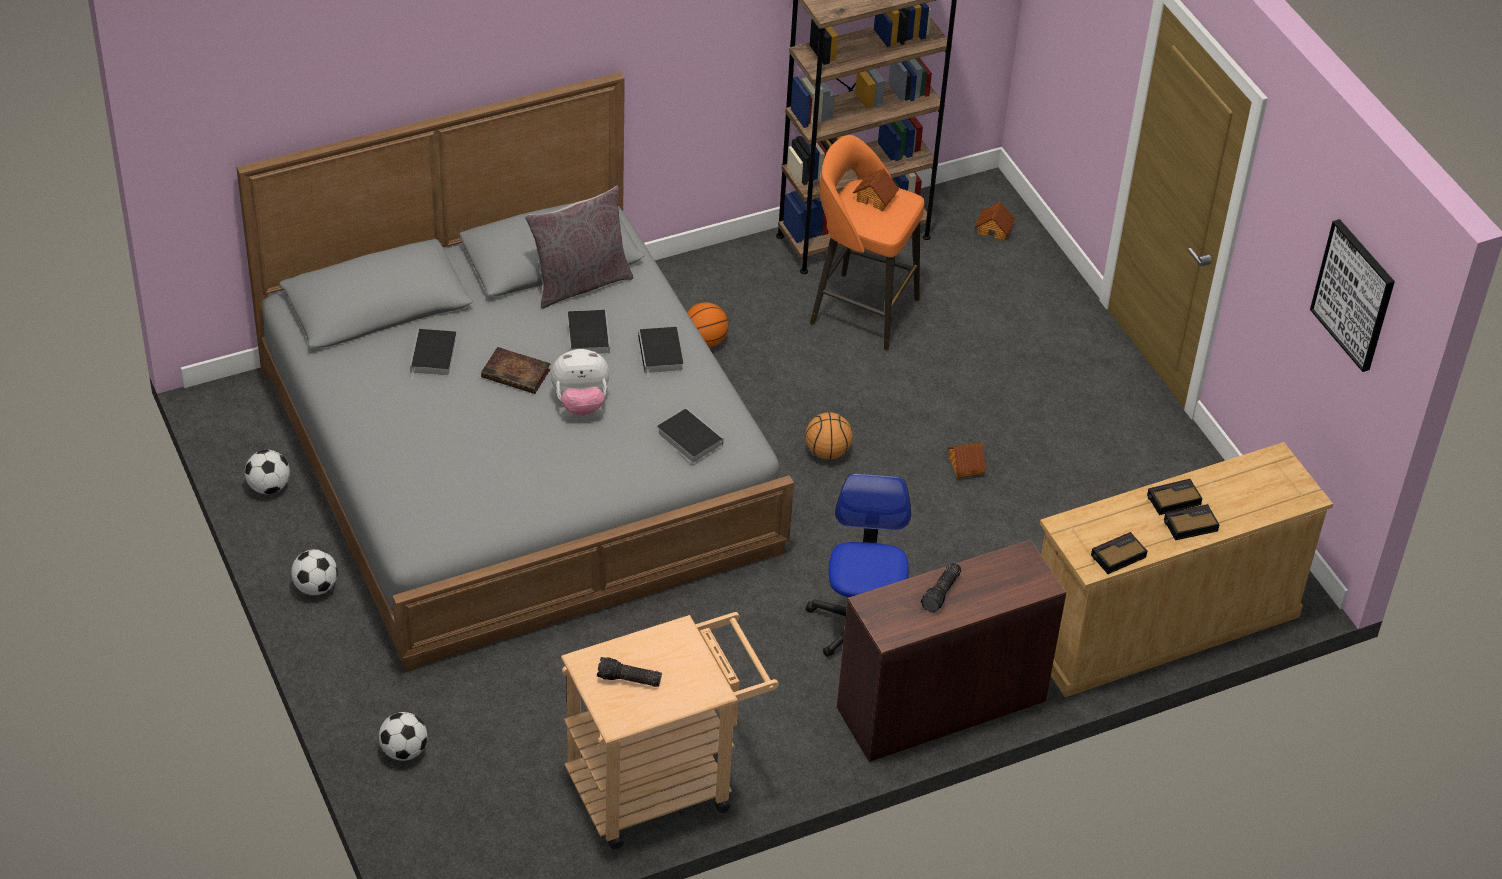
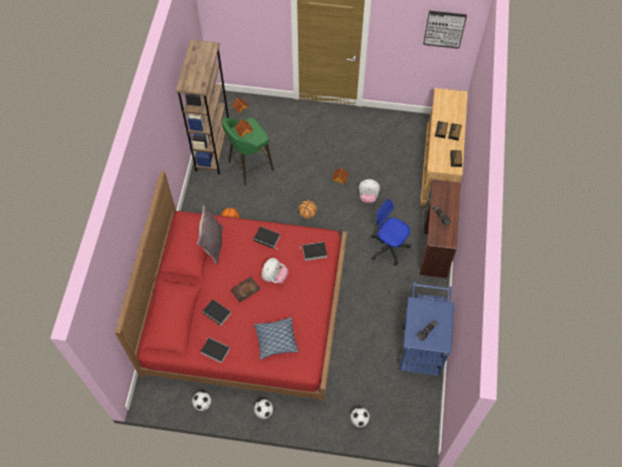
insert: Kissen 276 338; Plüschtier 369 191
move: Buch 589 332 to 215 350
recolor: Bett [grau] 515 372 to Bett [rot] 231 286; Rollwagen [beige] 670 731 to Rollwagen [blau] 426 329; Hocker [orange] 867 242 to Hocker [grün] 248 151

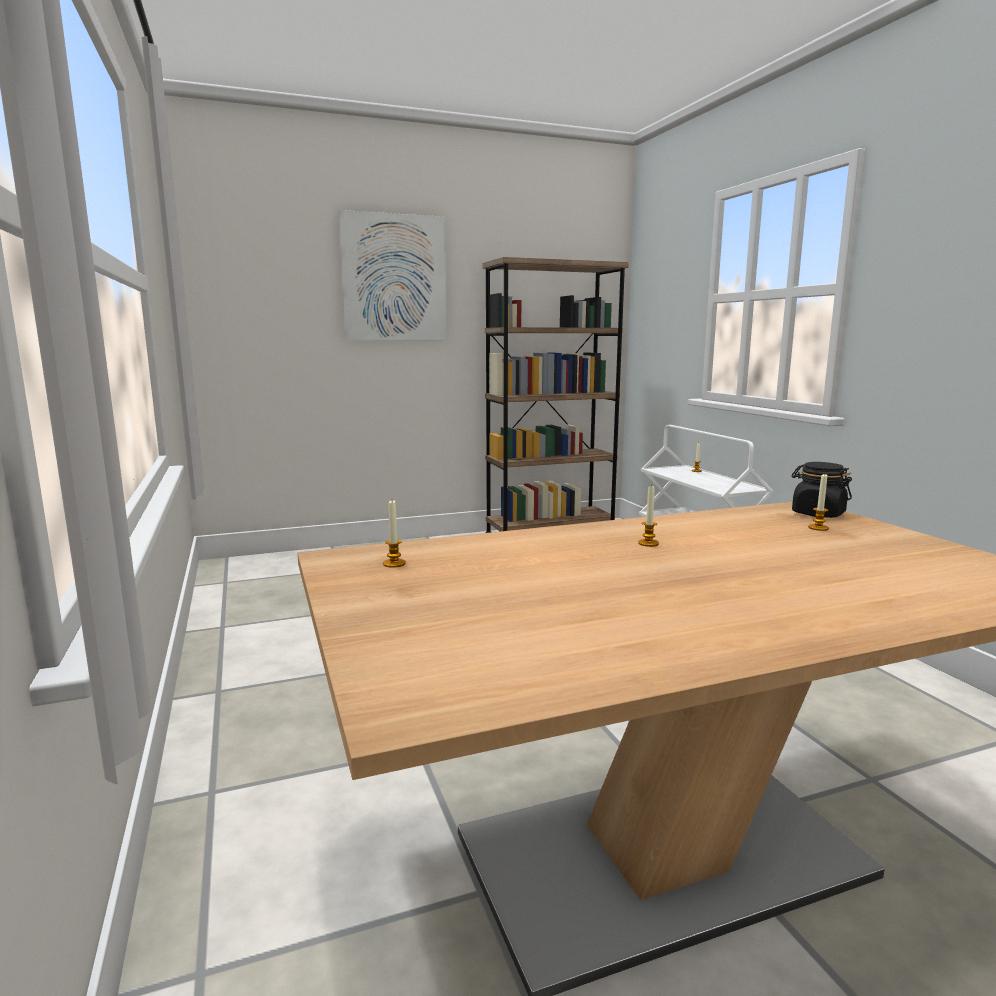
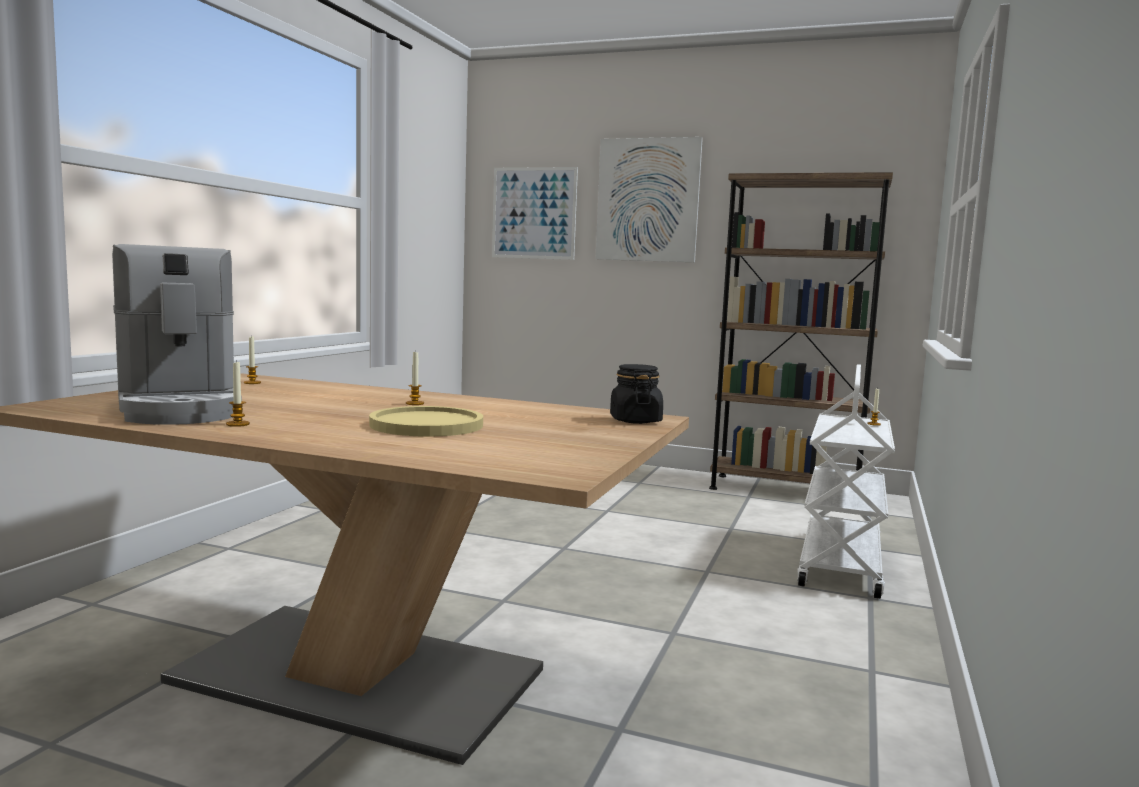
insert: Kaffeemaschine 177 334; Teller [gelb] 426 421; Bild 535 213
move: Kerze 818 502 to 238 393

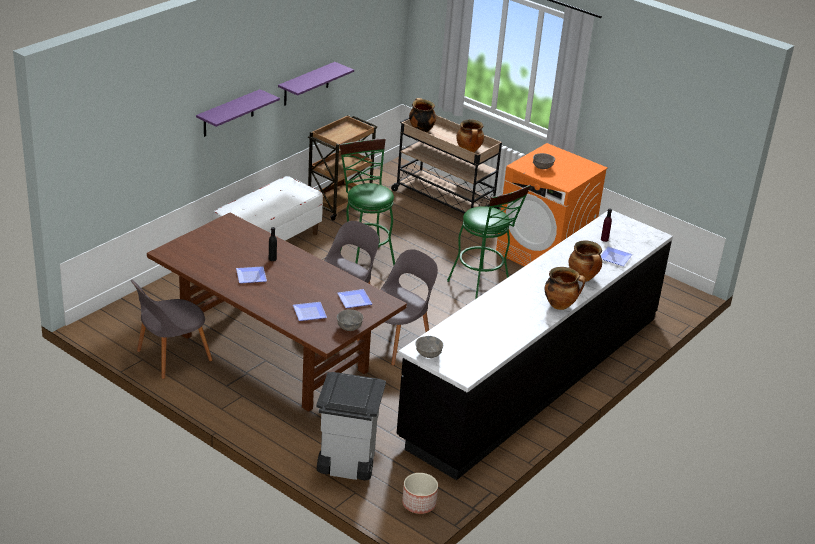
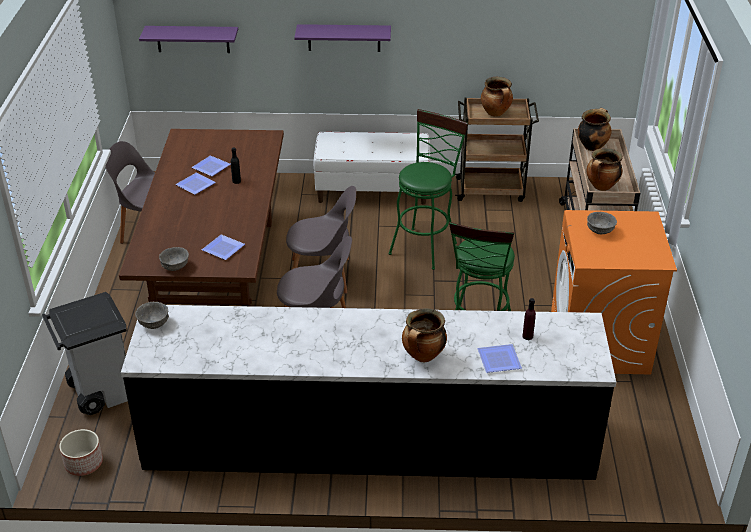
move: Wandregal [lila] 316 84 to 188 39; Teller 310 311 to 211 165; Kochtopf 565 288 to 497 97

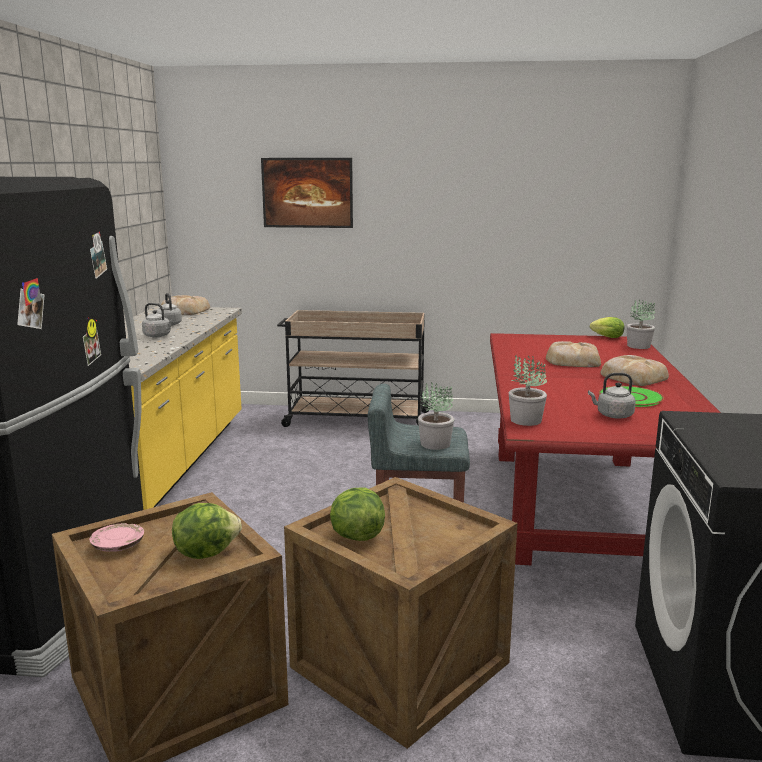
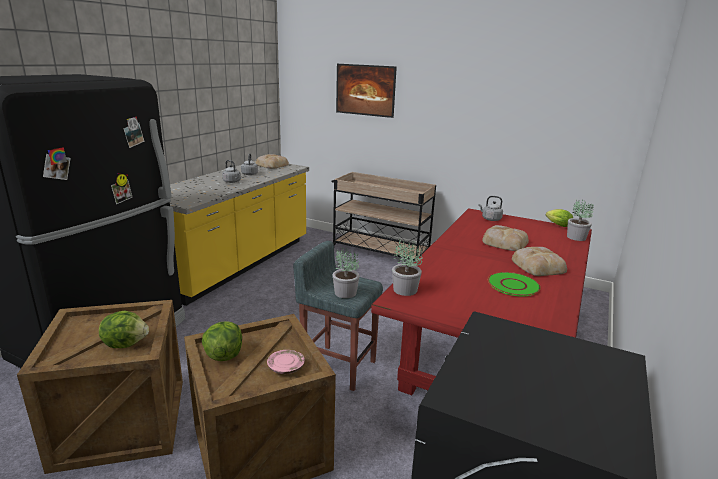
move: Teller [rosa] 116 537 to 286 362; Wasserkessel [grau] 612 395 to 491 208

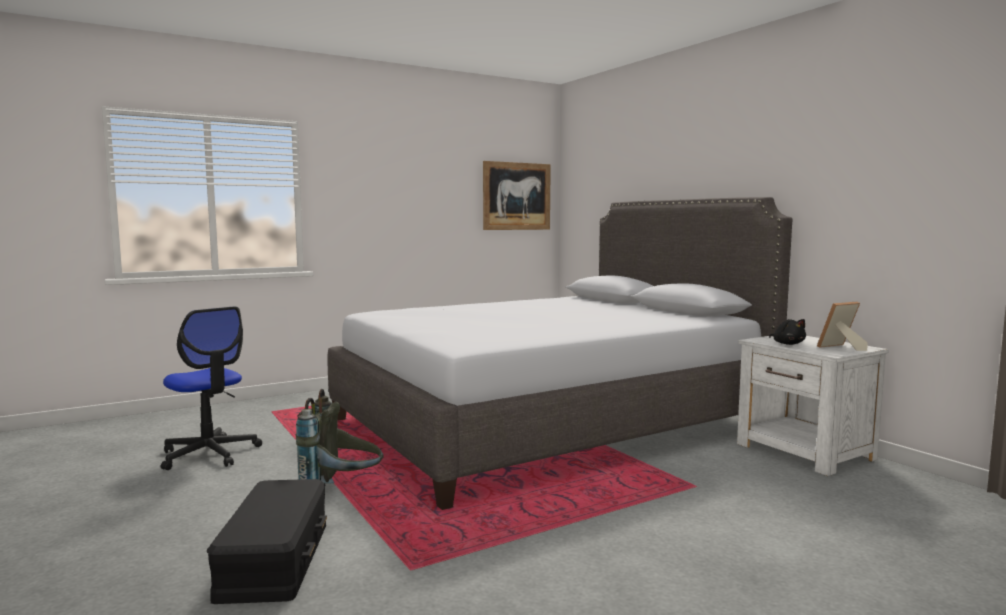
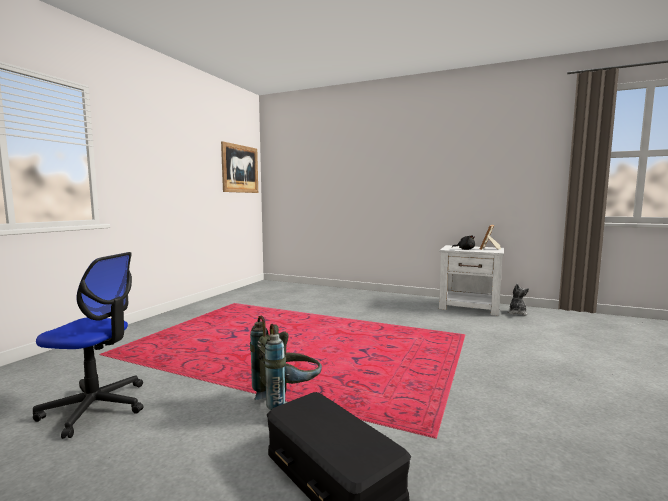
delete: Bett [grau] 560 353
insert: Plüschtier 518 300

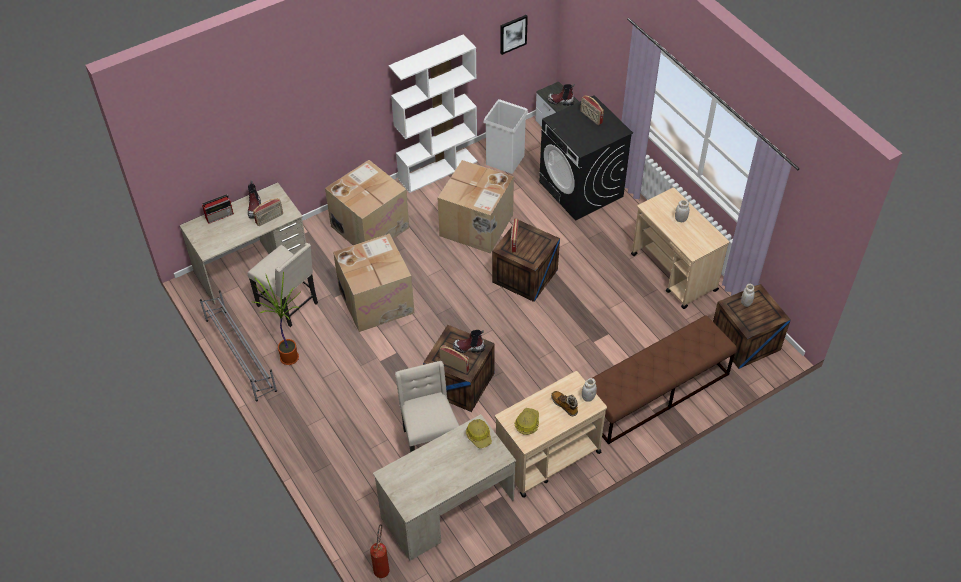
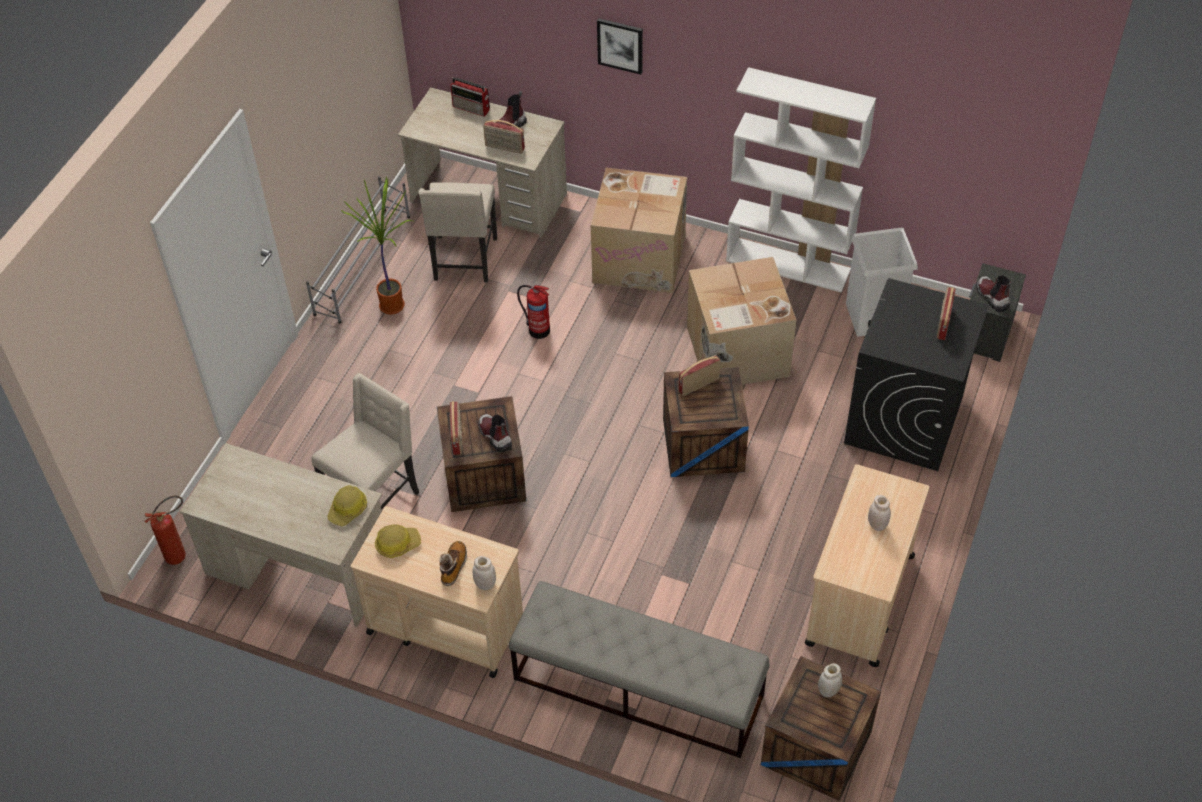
move: Bild 514 35 to 620 46
replace: Karton 373 283 to Feuerlöscher 533 312
recolor: Bank [braun] 665 380 to Bank [grau] 639 669

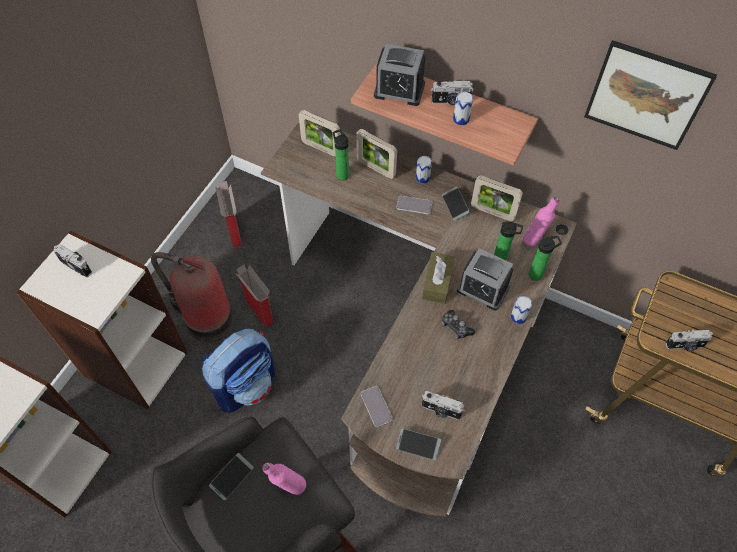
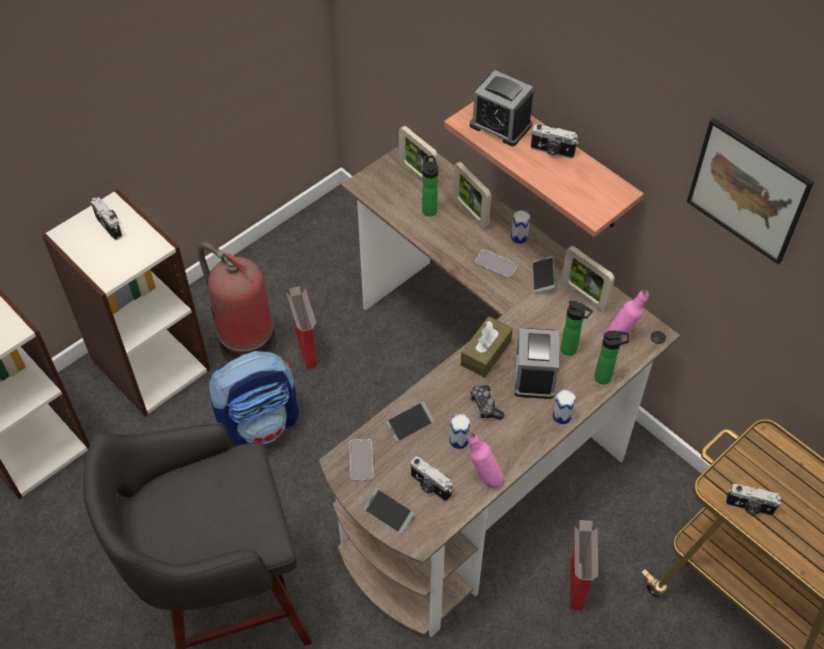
move: Handy 231 476 to 410 422; Karton 228 214 to 584 565; Flasche [rosa] 284 479 to 485 460; Dose 463 108 to 459 431
rotate: Wecker 485 279 = 537 363 45 degrees clockwise

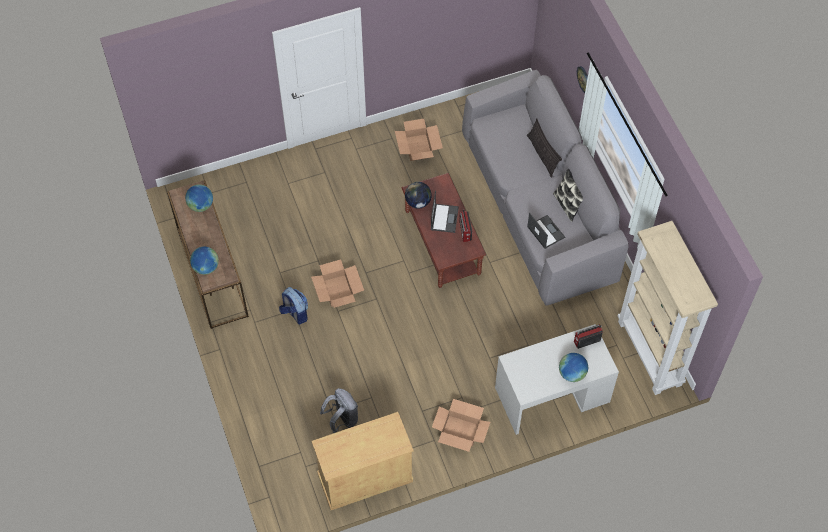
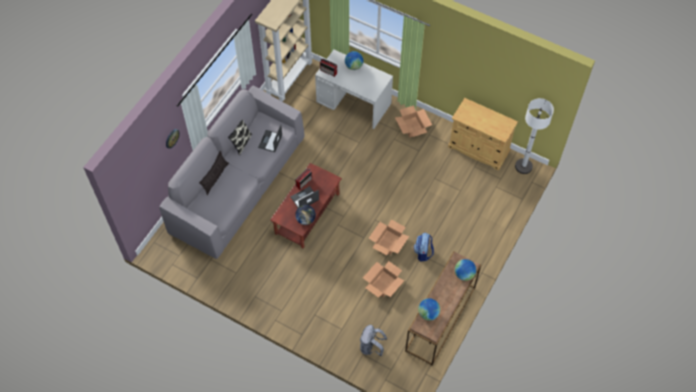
insert: Stehlampe [weiß] 534 136
move: Rucksack [grau] 339 410 to 373 340; Karton 419 140 to 383 279

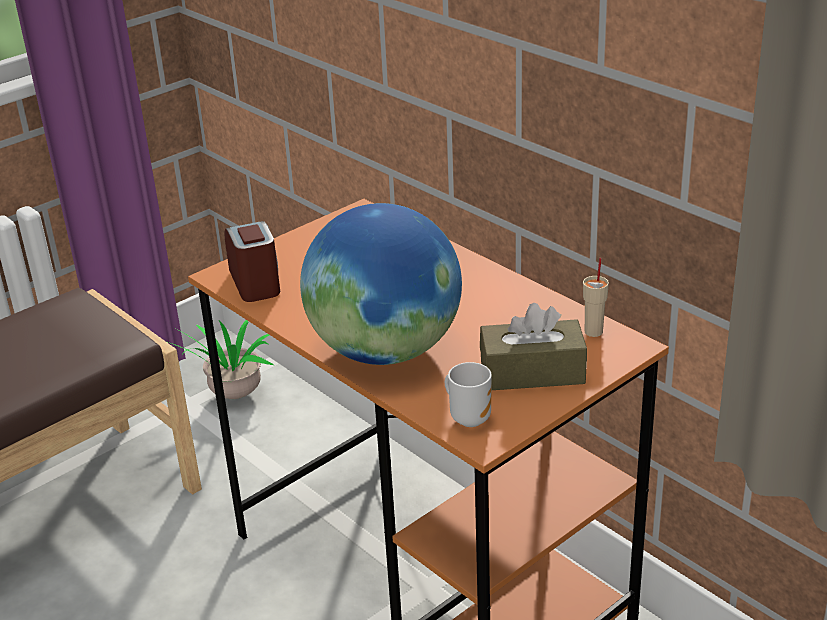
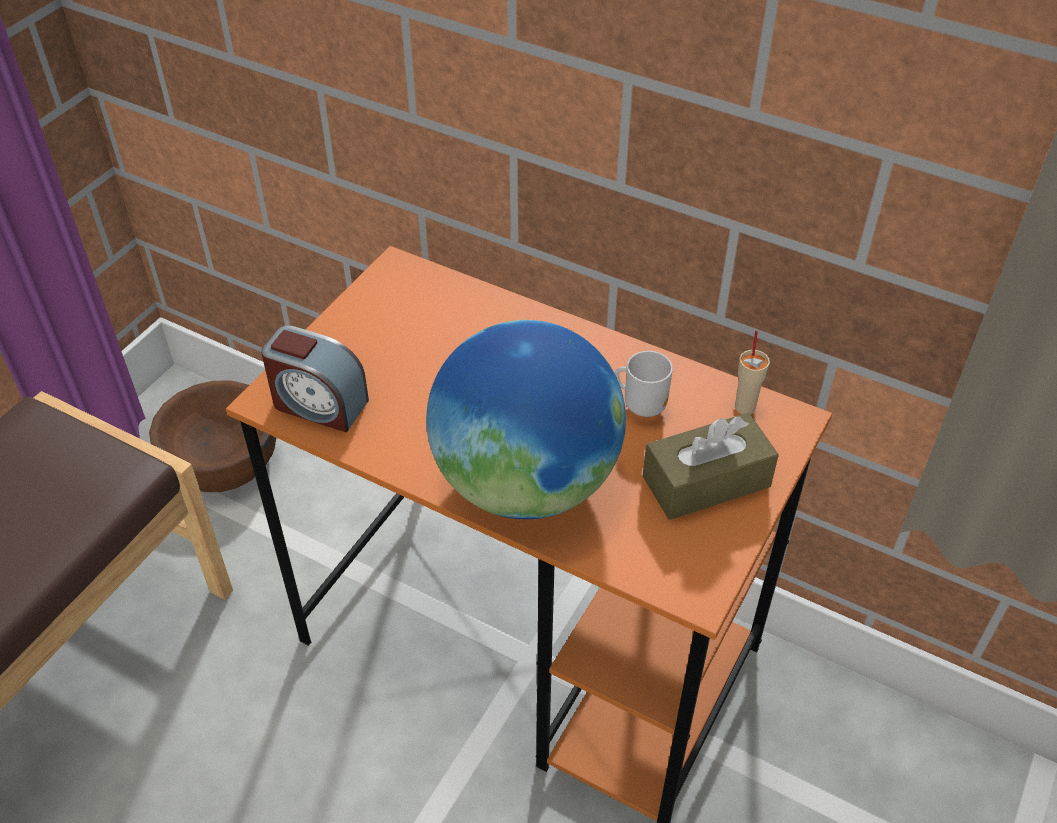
move: Henkelbecher 468 394 to 644 384
replace: Topfpflanze 221 359 to Schüssel [braun] 212 436
rotate: Wecker 252 261 = 315 378 150 degrees clockwise

